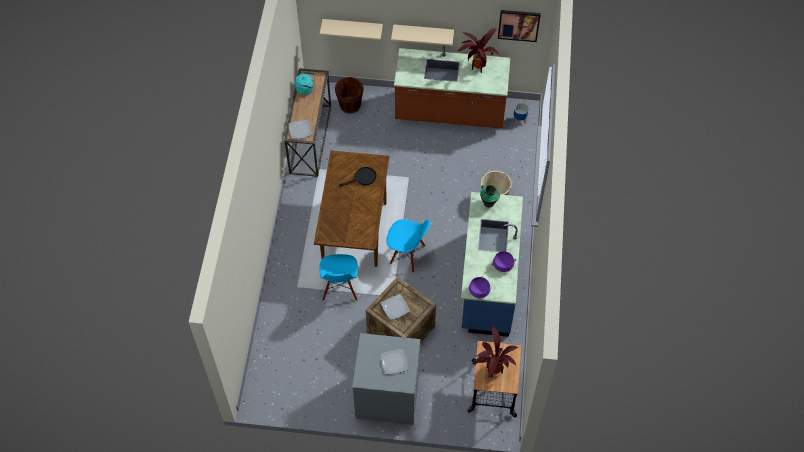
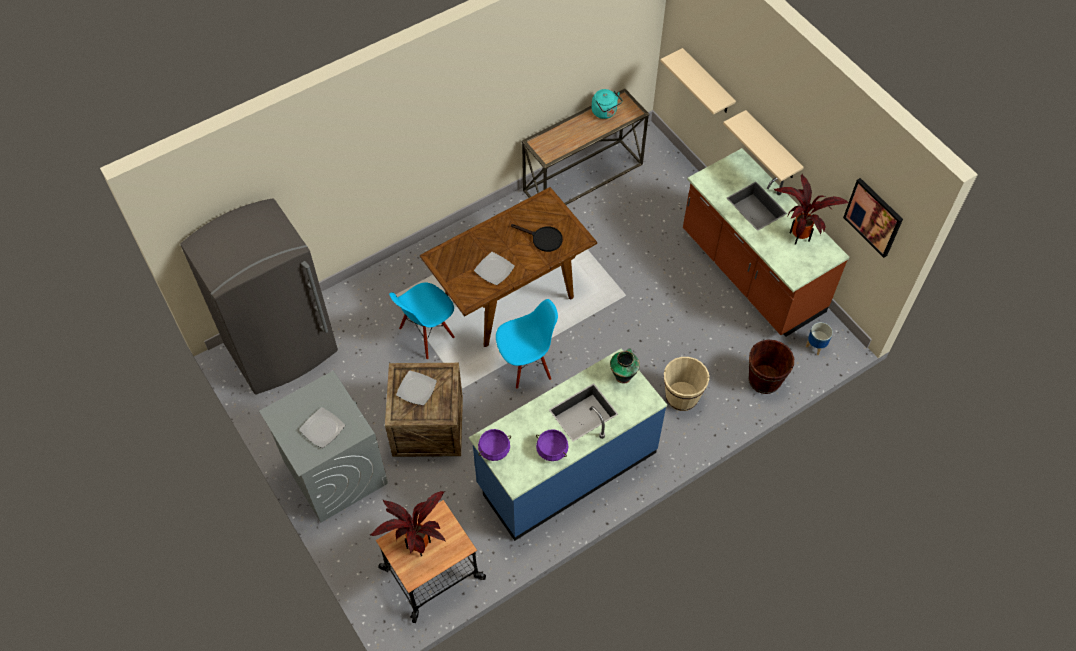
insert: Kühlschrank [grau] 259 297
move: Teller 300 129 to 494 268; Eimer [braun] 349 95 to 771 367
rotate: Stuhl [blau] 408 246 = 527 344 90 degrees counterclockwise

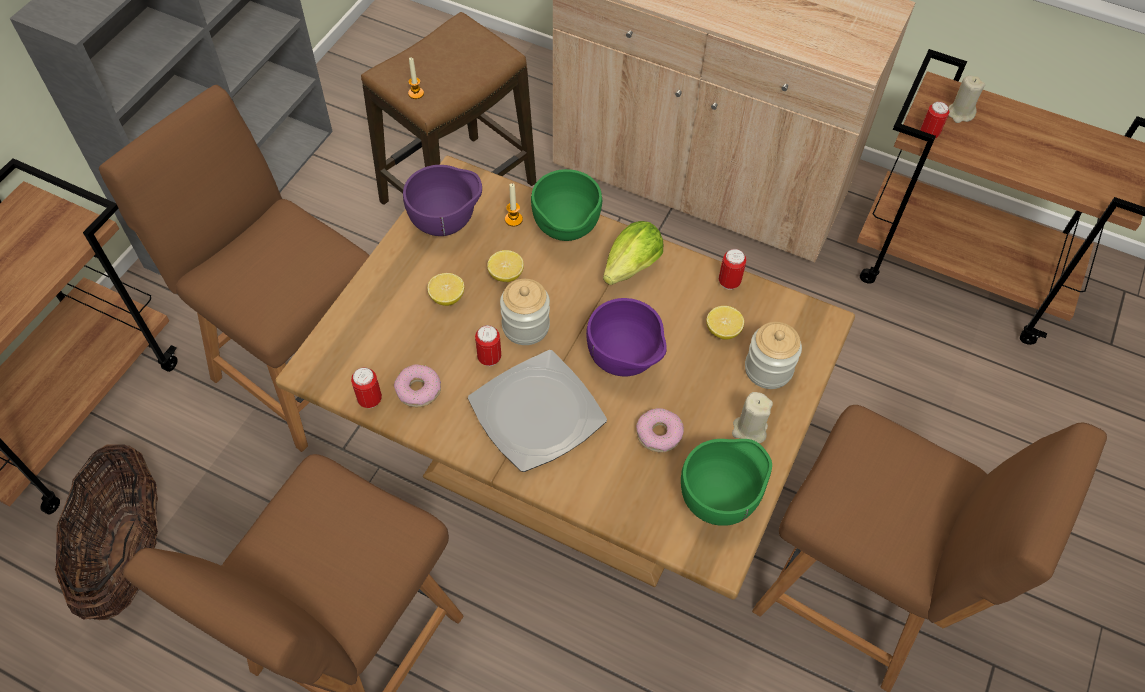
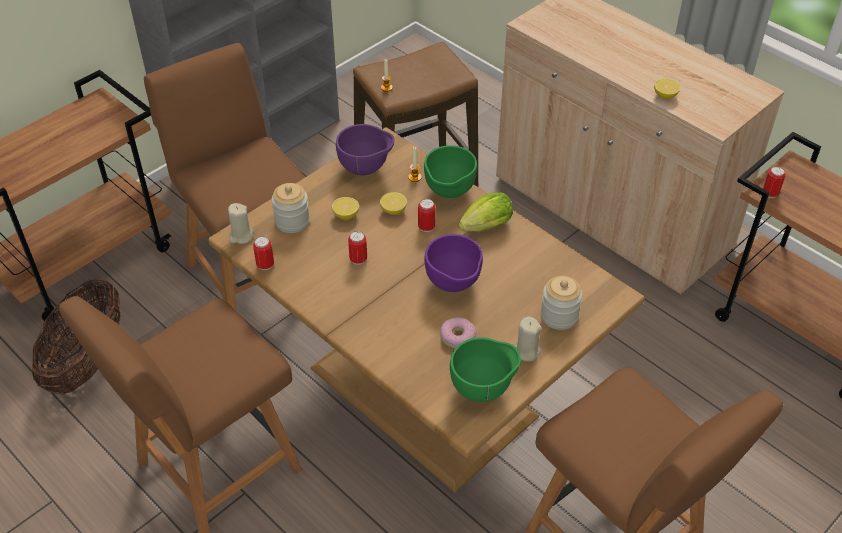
delete: Donut 417 385; Teller 537 411
move: Vorratsglas 525 312 to 291 208; Zitrone 725 322 to 667 89; Dose 732 269 to 427 215; Kerze [beige] 966 99 to 241 223

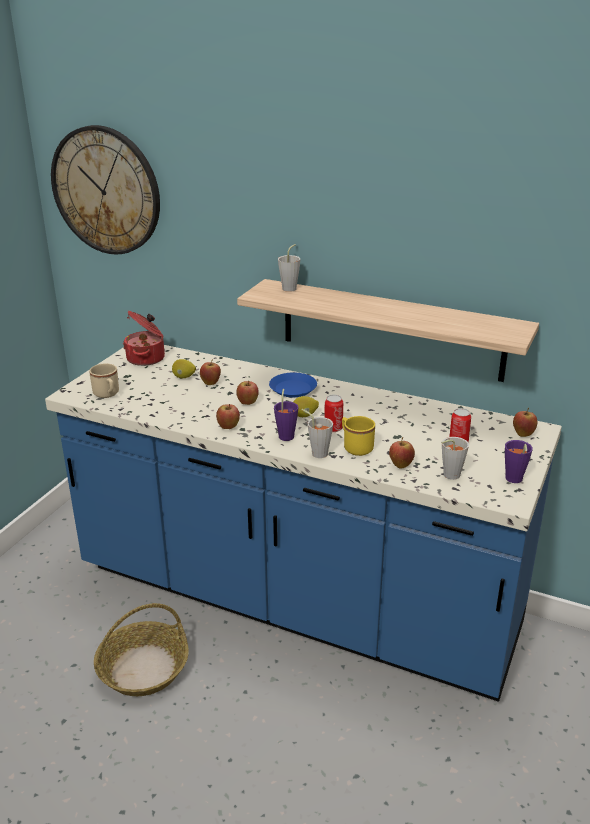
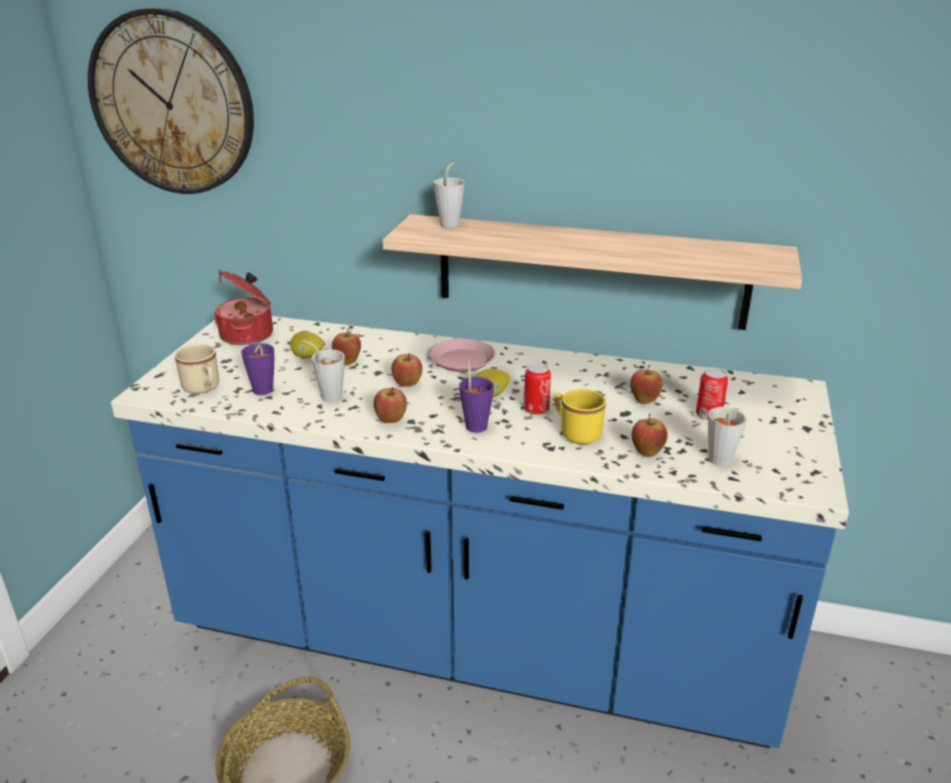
move: Tasse [grau] 317 433 to 323 371; Tasse [lila] 519 461 to 257 369; Apfel 525 422 to 646 384
recolor: Teller [blau] 293 384 to Teller [rosa] 462 355

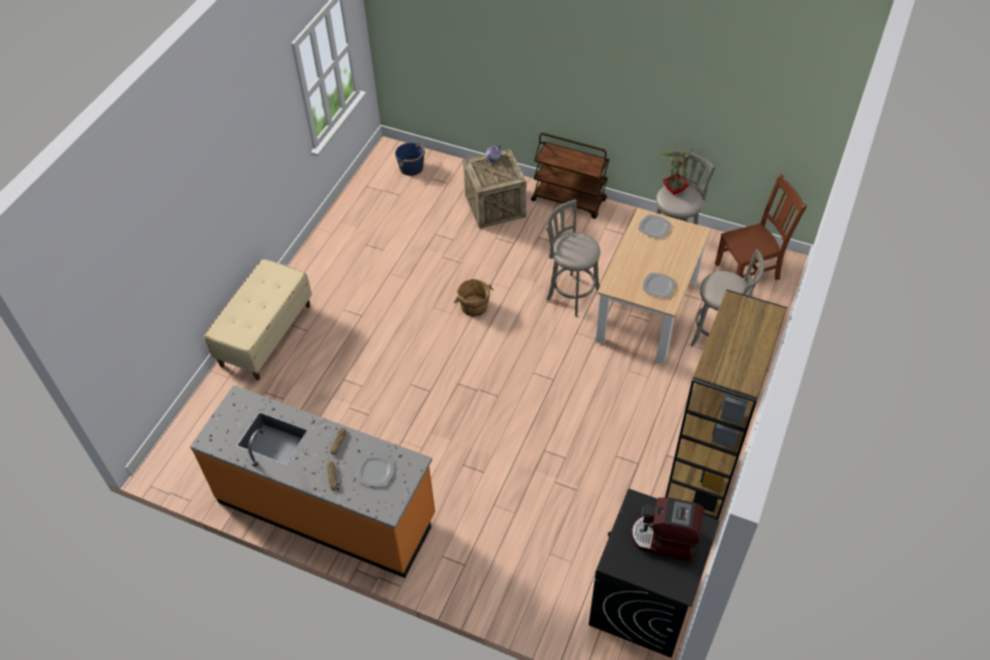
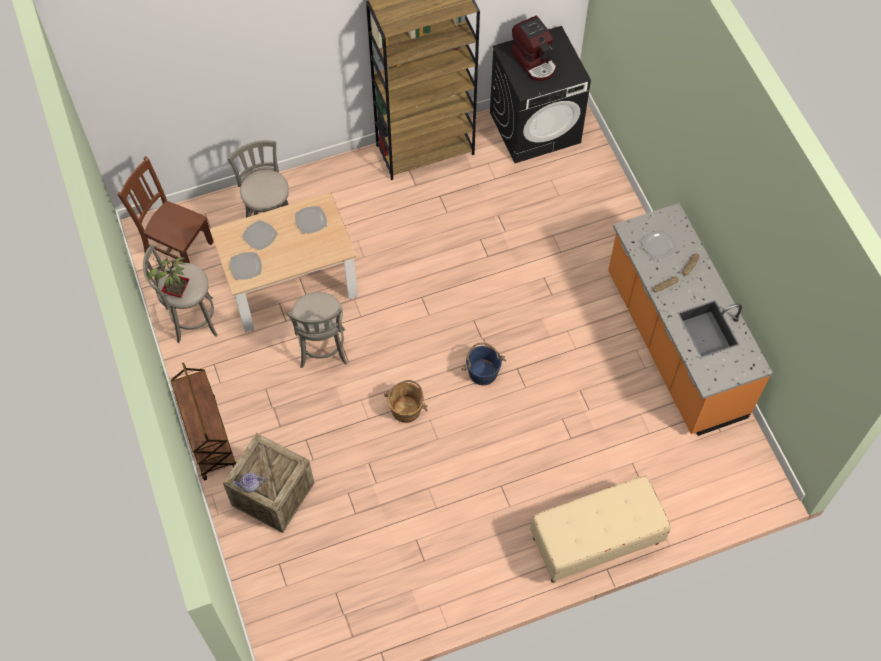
insert: Teller 260 235
move: Eimer [blau] 410 159 to 483 364

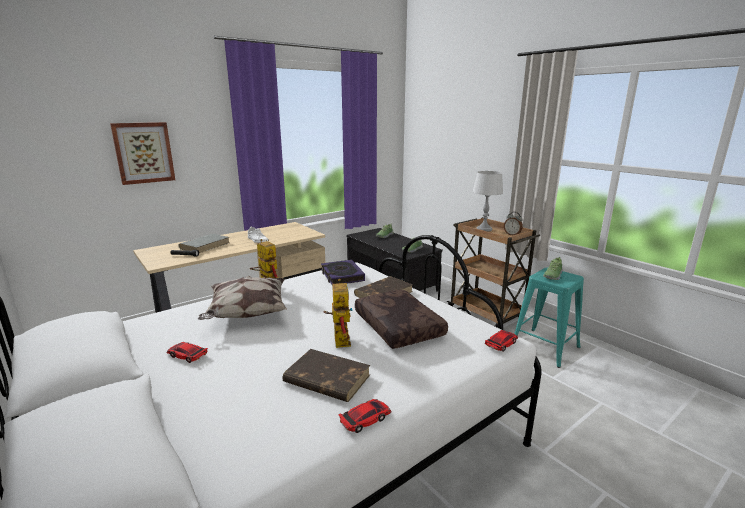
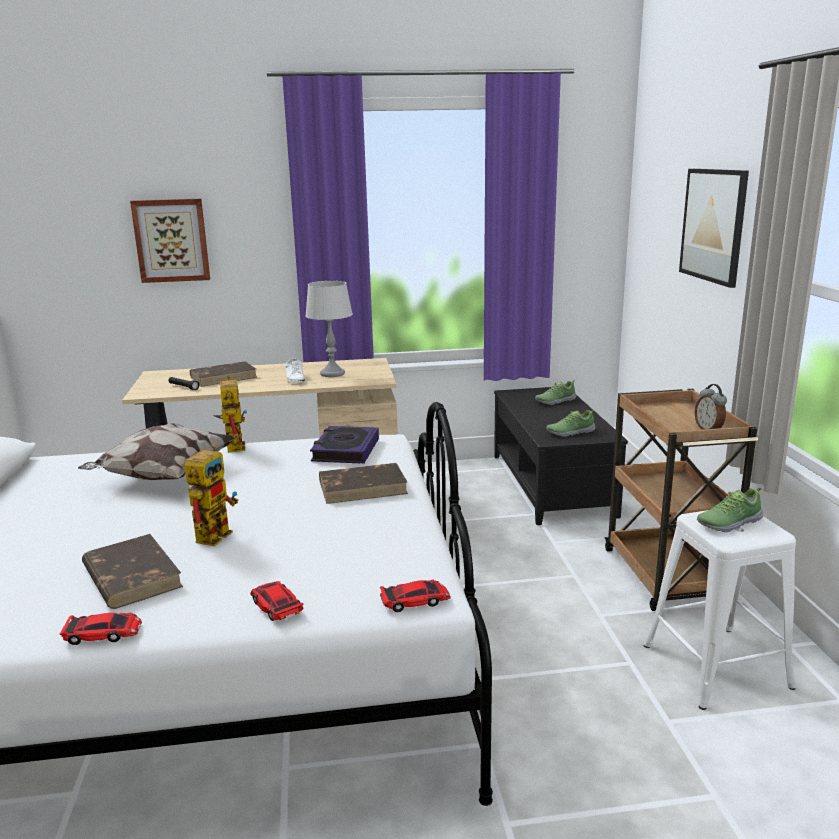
delete: Kissen [braun] 401 319
insert: Bild 714 228
move: Spielzeugauto 187 352 to 277 601; Tischlampe [grau] 488 201 to 329 329
recolor: Buch [grau] 204 243 to Buch [braun] 223 374; Hocker [türkis] 549 318 to Hocker [weiß] 720 610

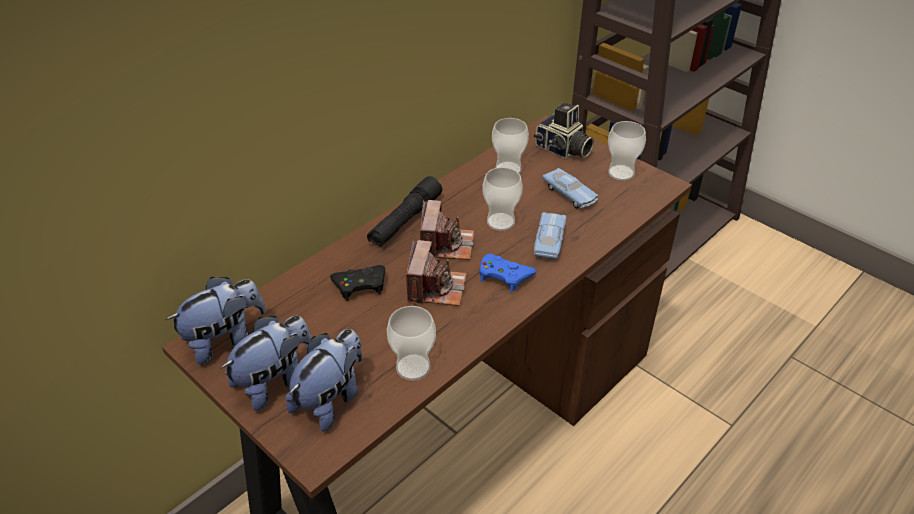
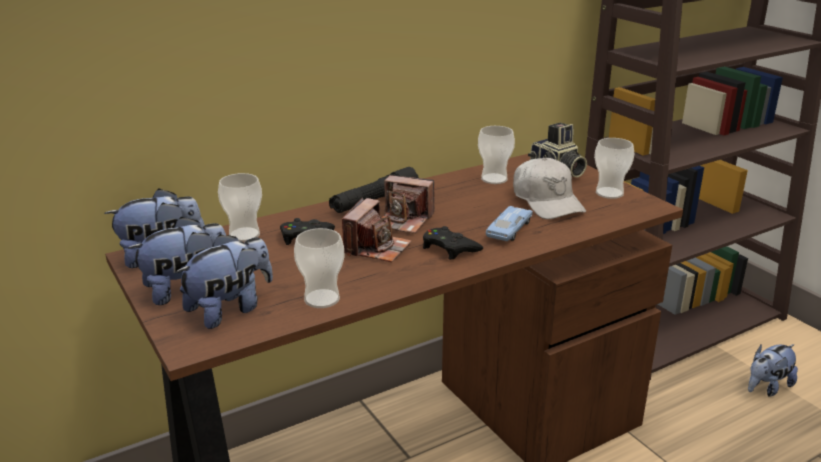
insert: Plüschtier 773 370
move: Tasse 502 199 to 240 207
replace: Spielzeugauto [blau] 570 188 to Kappe [weiß] 549 188
recolor: Gamepad [blau] 507 273 to Gamepad [schwarz] 453 243
rotate: Kamera 447 230 = 408 204 90 degrees clockwise

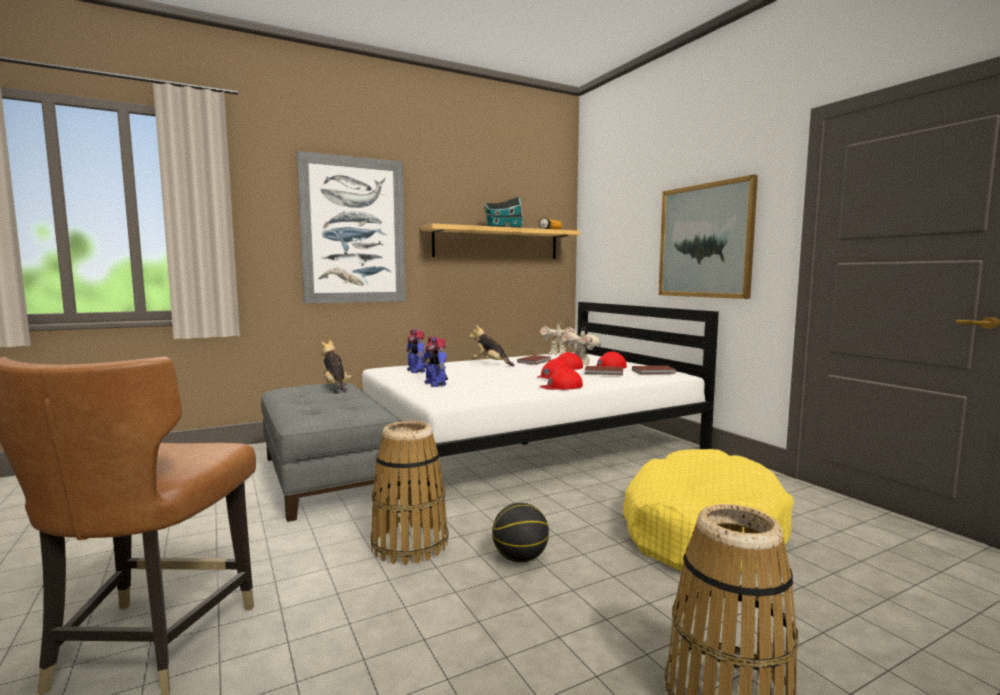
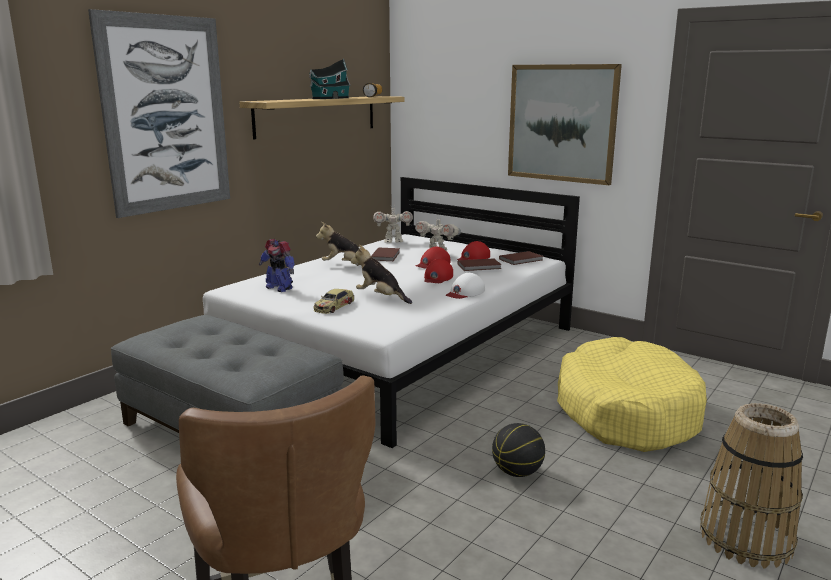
delete: Korb 410 493
move: Plüschtier 336 366 to 381 274
replace: Spielzeugroboter 435 362 to Spielzeugauto 334 301
recolor: Kappe [rot] 561 379 to Kappe [weiß] 465 286

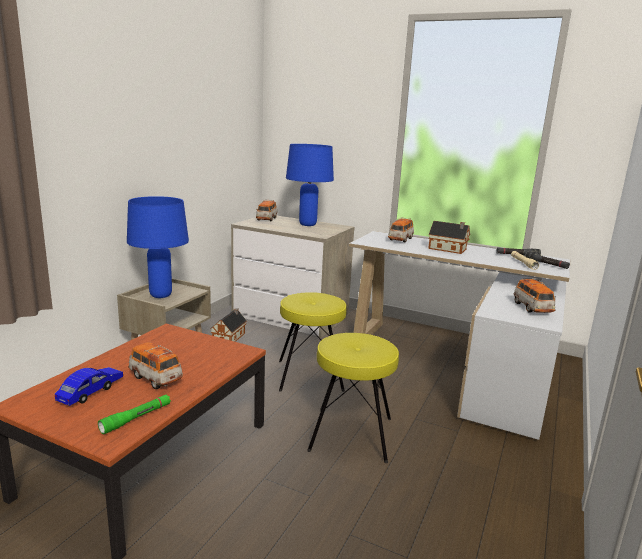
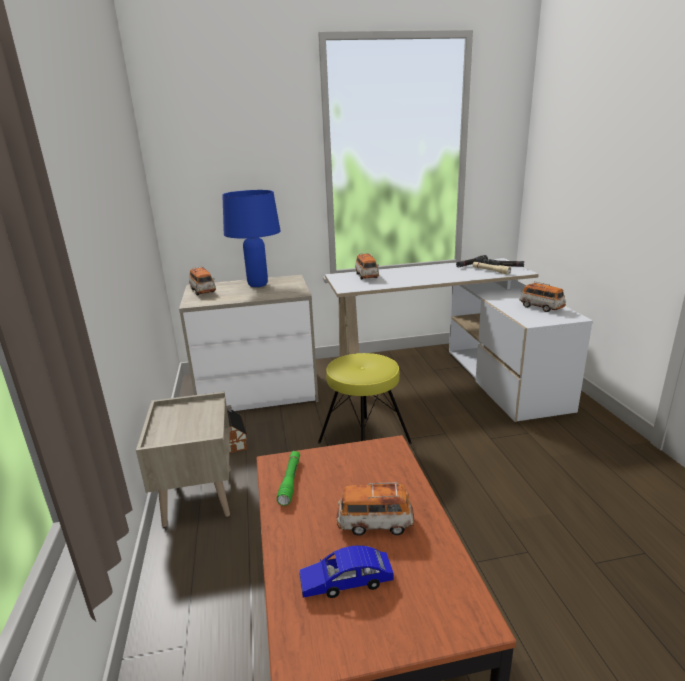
delete: Tischlampe [blau] 158 247; Hocker [gelb] 353 398; Spielzeughaus 449 237
move: Taschenlampe [grün] 134 414 to 288 478
rotate: Spielzeugauto [blau] 89 386 = 346 571 90 degrees counterclockwise

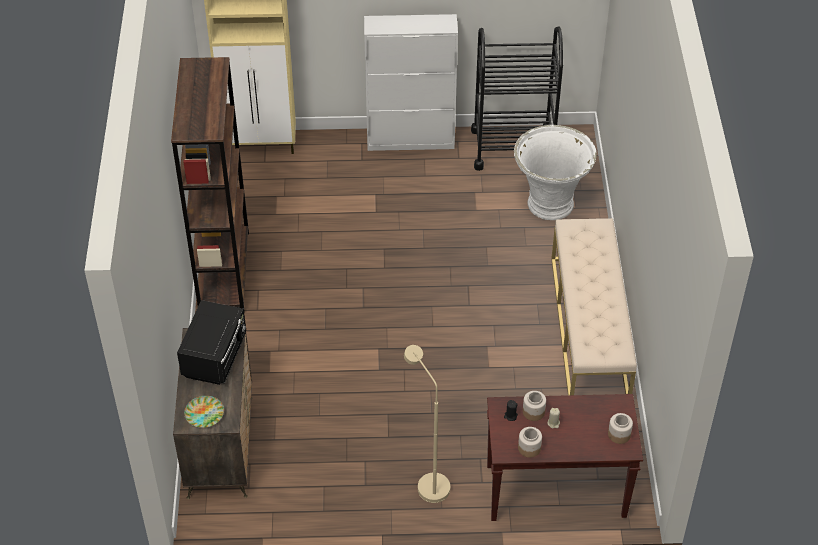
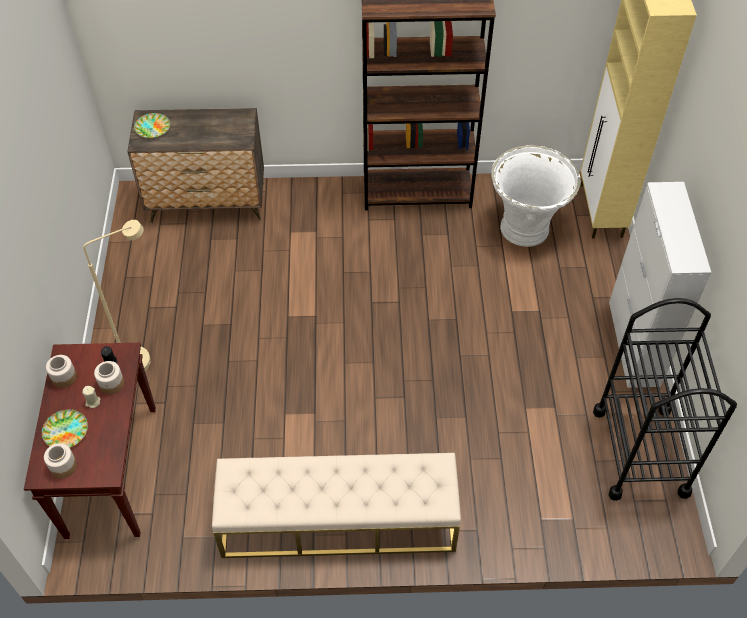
delete: Mikrowelle [schwarz] 211 342
insert: Teller 65 428
move: Pflanzkübel [weiß] 555 172 to 536 196

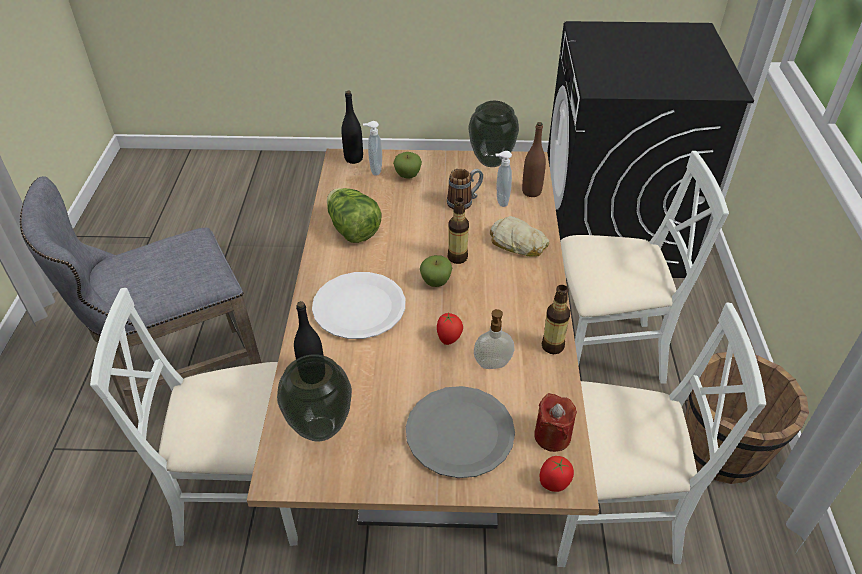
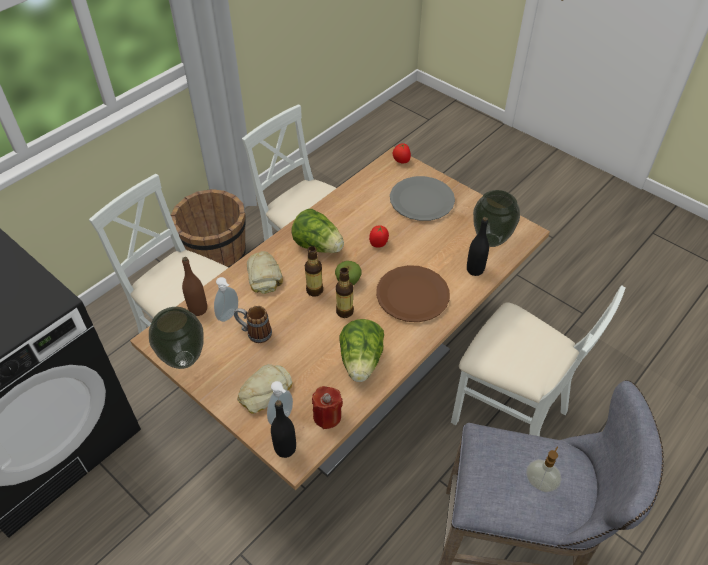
insert: Salatkopf 317 231
move: Seifenspender 494 339 to 544 469; Kerze [rot] 555 422 to 327 407; Flasche 555 319 to 345 293
replace: Apfel 407 165 to Brot 264 389
recolor: Teller [weiß] 358 305 to Teller [braun] 413 293

